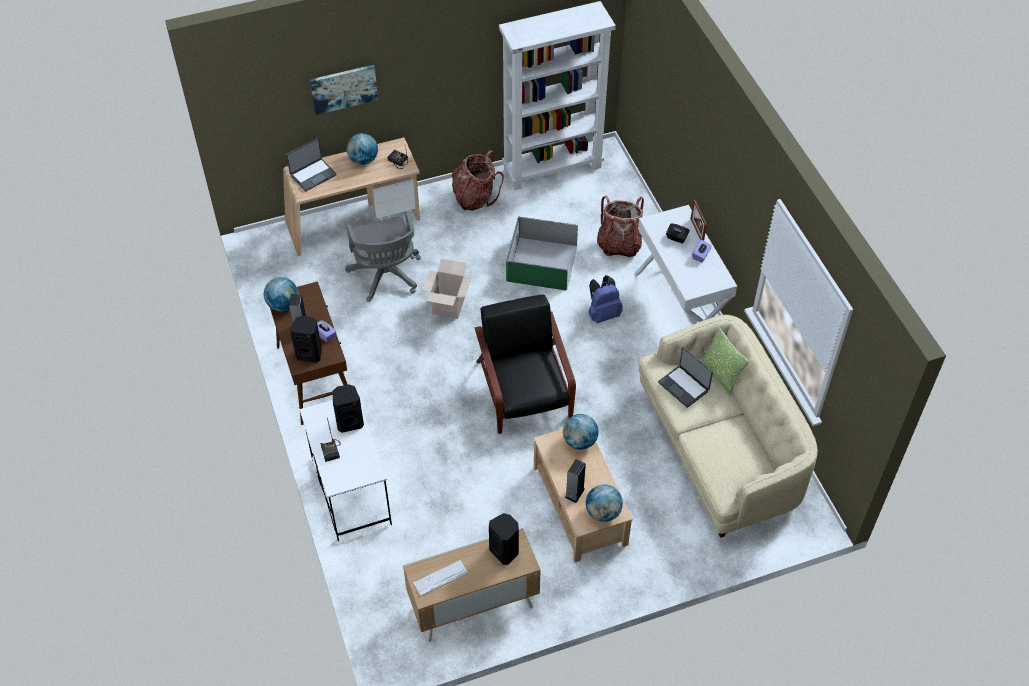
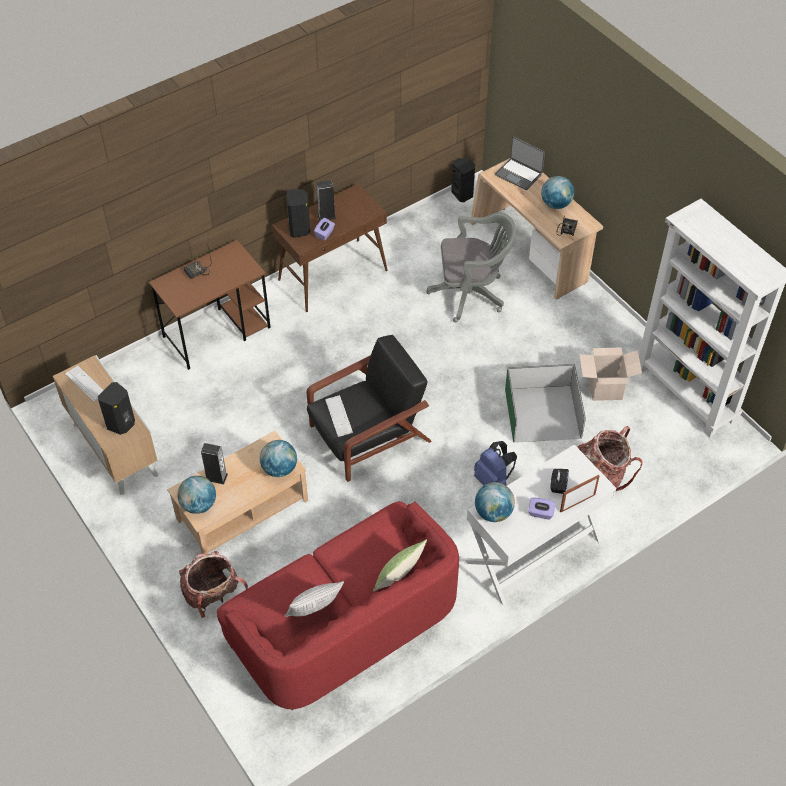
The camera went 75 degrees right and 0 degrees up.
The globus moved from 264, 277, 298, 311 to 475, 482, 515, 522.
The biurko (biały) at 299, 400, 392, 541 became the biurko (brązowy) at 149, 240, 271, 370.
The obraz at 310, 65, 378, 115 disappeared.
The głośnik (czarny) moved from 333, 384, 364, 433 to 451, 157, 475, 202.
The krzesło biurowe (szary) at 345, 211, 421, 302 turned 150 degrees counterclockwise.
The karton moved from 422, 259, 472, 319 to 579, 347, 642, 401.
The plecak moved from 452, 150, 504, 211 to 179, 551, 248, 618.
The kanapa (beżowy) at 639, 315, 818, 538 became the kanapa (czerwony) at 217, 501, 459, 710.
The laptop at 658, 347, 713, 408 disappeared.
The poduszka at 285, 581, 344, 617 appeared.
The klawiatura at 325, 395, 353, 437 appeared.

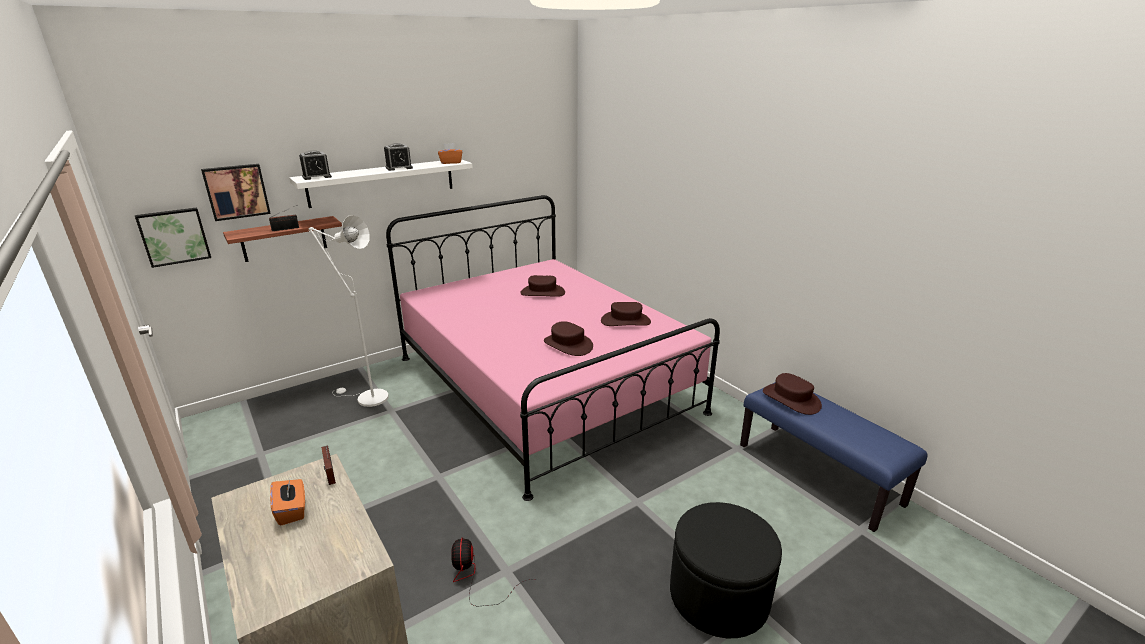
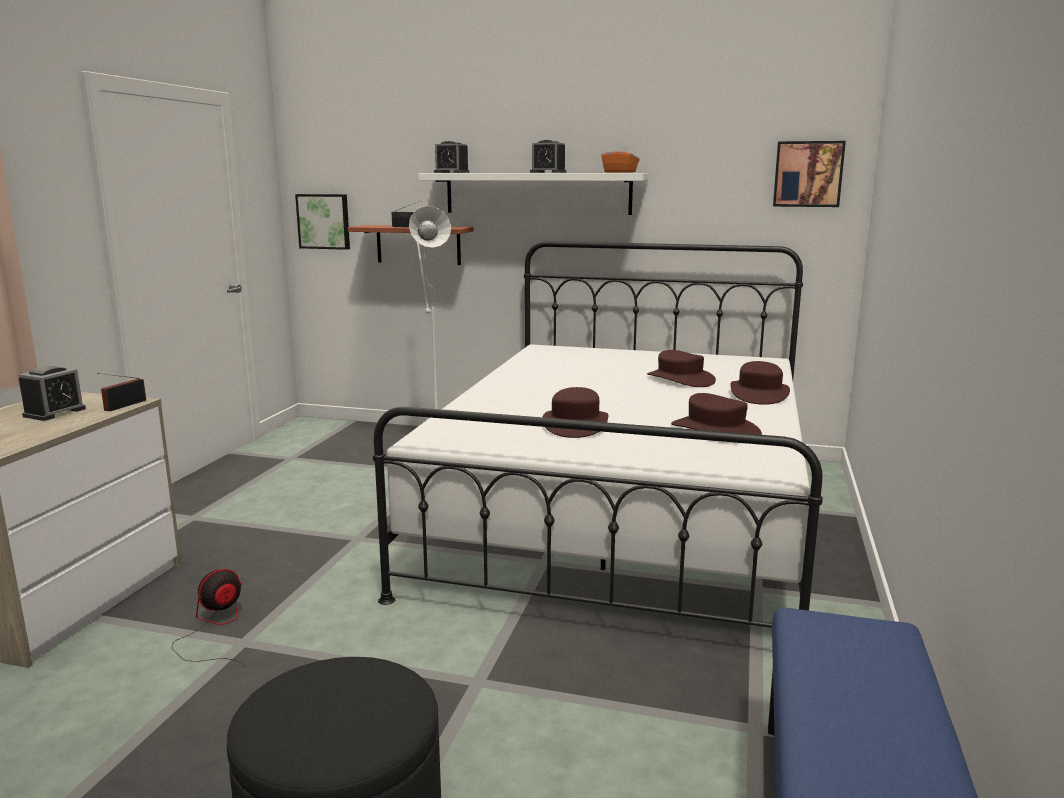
The camera went 50 degrees right and 10 degrees down.
The obraz moved from 201, 164, 271, 221 to 773, 141, 846, 207.
The pudełko chusteczek (pomarańczowy) at 270, 479, 305, 525 was replaced by the budzik at 18, 366, 86, 421.
The łóżko (różowy) at 386, 195, 720, 501 became the łóżko (biały) at 373, 241, 823, 628.
The kapelusz (brązowy) moved from 763, 373, 822, 415 to 731, 361, 790, 405.

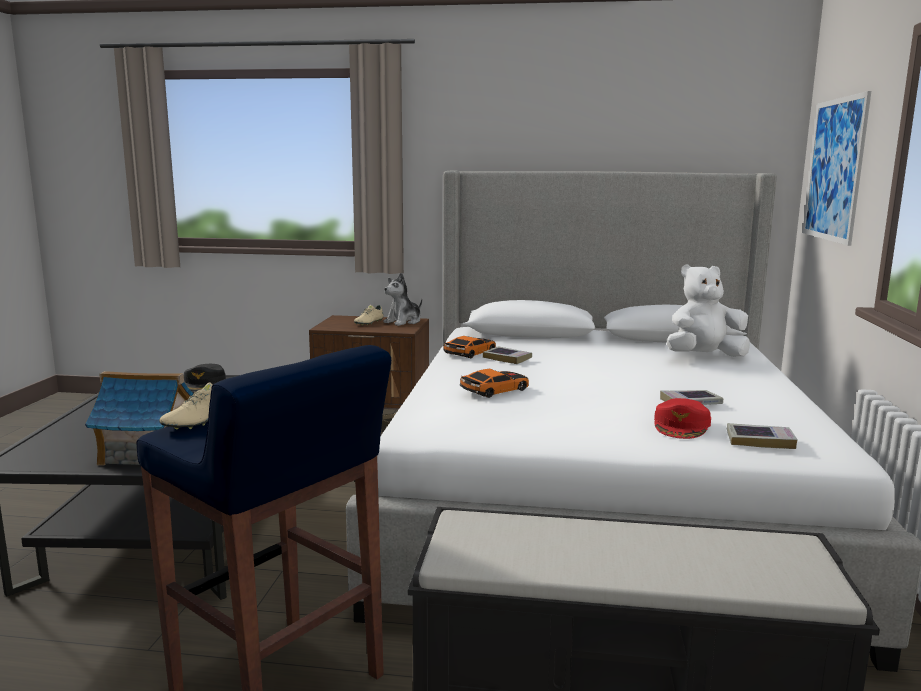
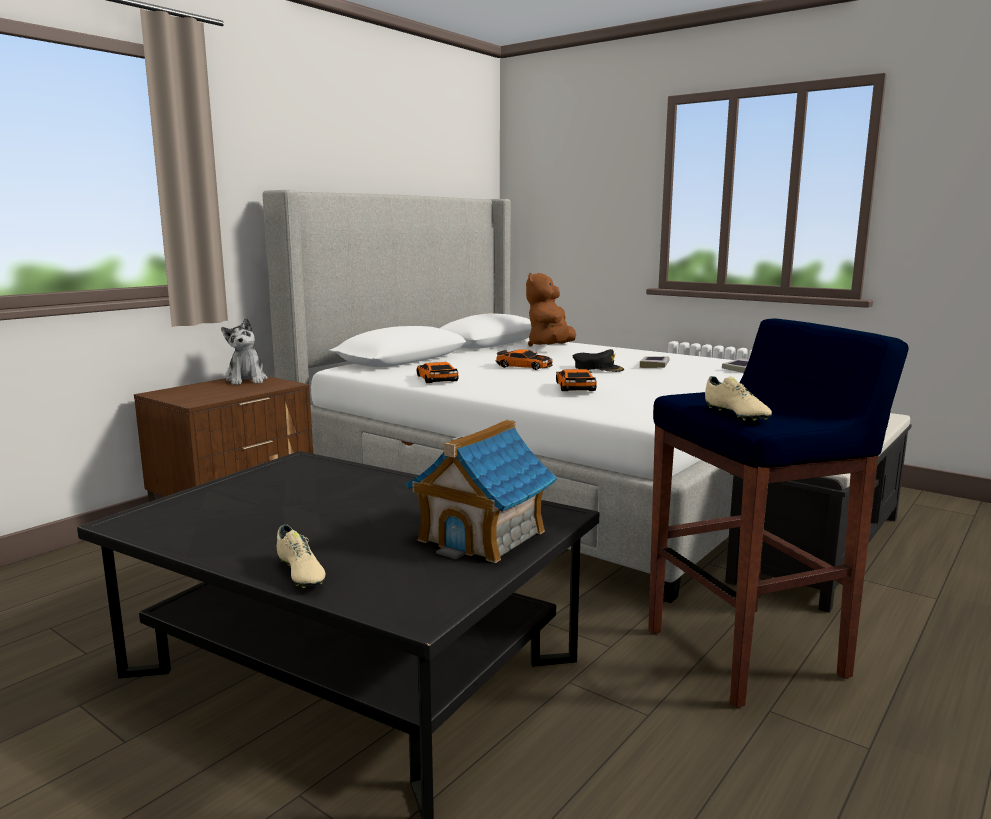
The camera went 60 degrees left and 0 degrees up.
The czapka z daszkiem (czarny) moved from 184, 364, 226, 391 to 573, 349, 624, 372.
The but (beżowy) moved from 354, 305, 383, 325 to 277, 525, 325, 588.
The książka at 483, 346, 532, 364 disappeared.
The czapka z daszkiem (czerwony) at 654, 398, 711, 439 disappeared.
The pluszak (biały) at 667, 264, 750, 357 became the pluszak (brązowy) at 526, 272, 576, 346.
The obraz at 803, 91, 871, 246 disappeared.
The samochodzik at 496, 350, 553, 370 appeared.

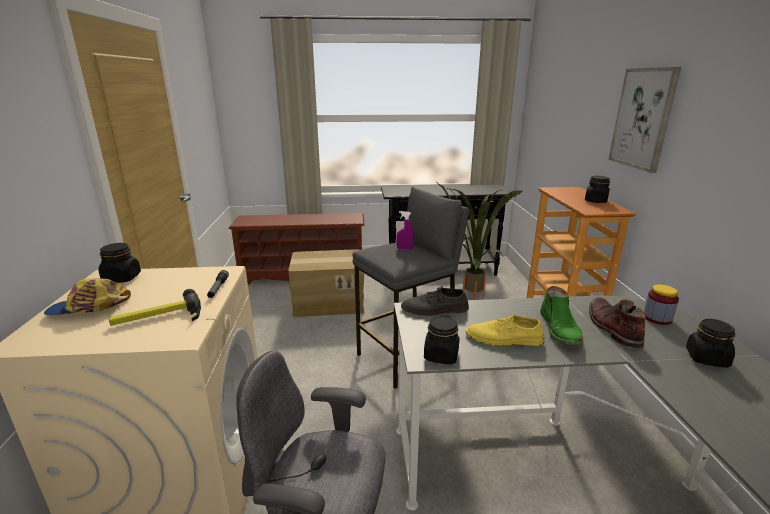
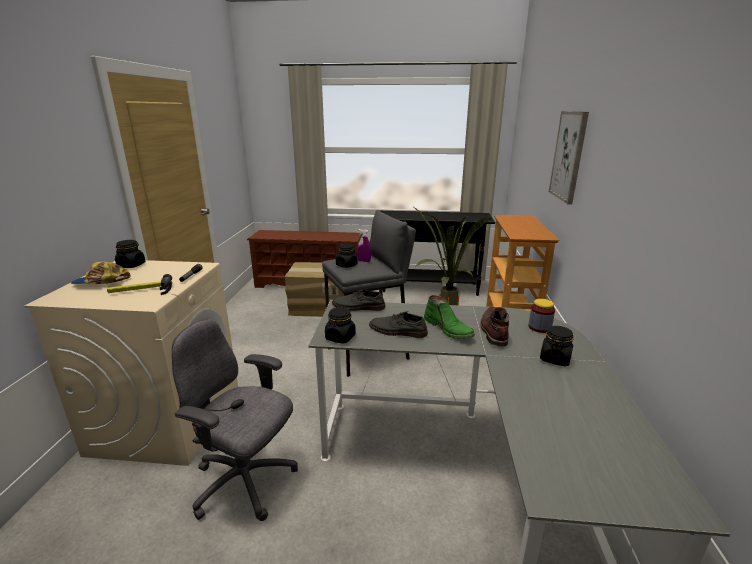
The camera went 10 degrees right and 0 degrees up.
The but (żółty) at 466, 313, 545, 346 became the but (szary) at 369, 311, 428, 338.
The but z cholewką (zielony) at 540, 286, 583, 346 turned 45 degrees counterclockwise.
The słoik (czarny) moved from 585, 176, 610, 203 to 336, 244, 357, 268.

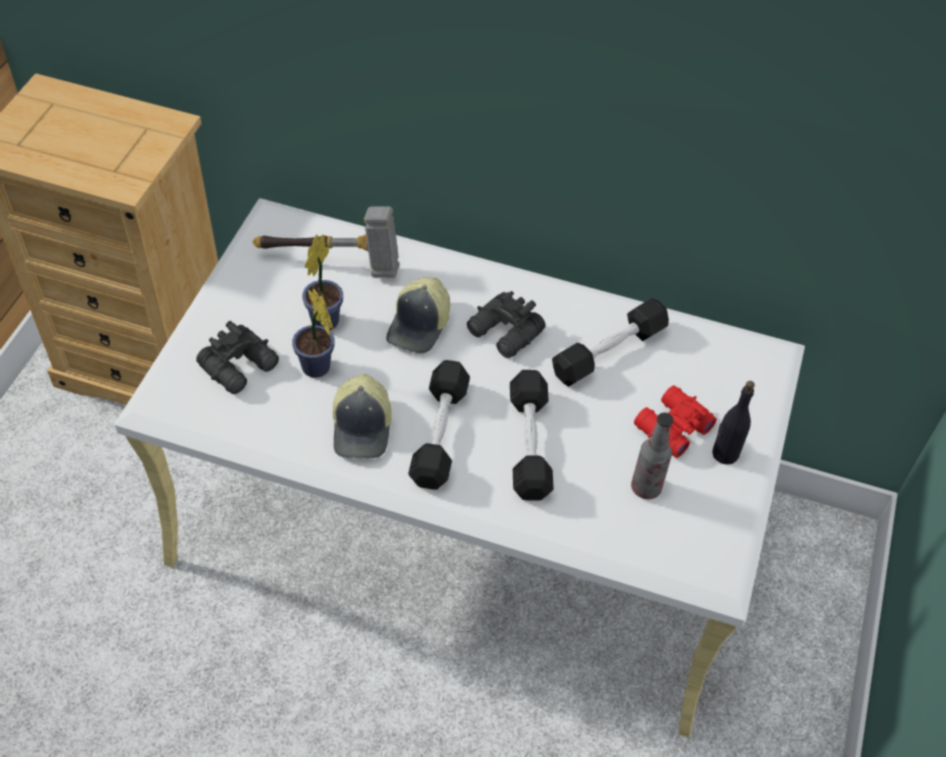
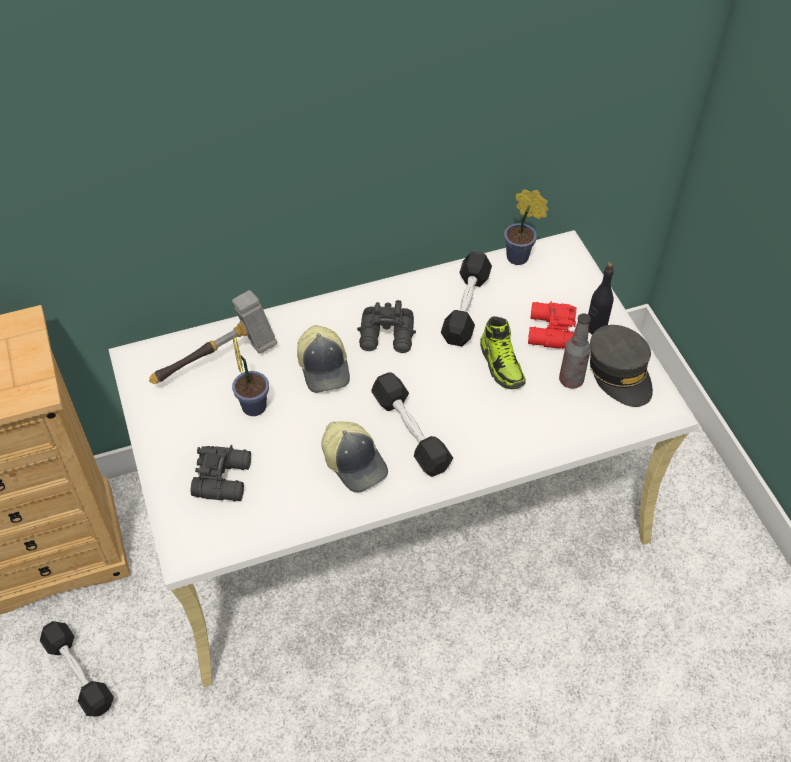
The camera went 35 degrees left and 0 degrees up.
The roślina doniczkowa moved from 292, 289, 335, 378 to 504, 189, 548, 265.
The hantel (czarny) moved from 510, 370, 554, 501 to 40, 621, 114, 717.
The but at 480, 316, 526, 389 appeared.
The czapka z daszkiem (szary) at 590, 325, 653, 407 appeared.

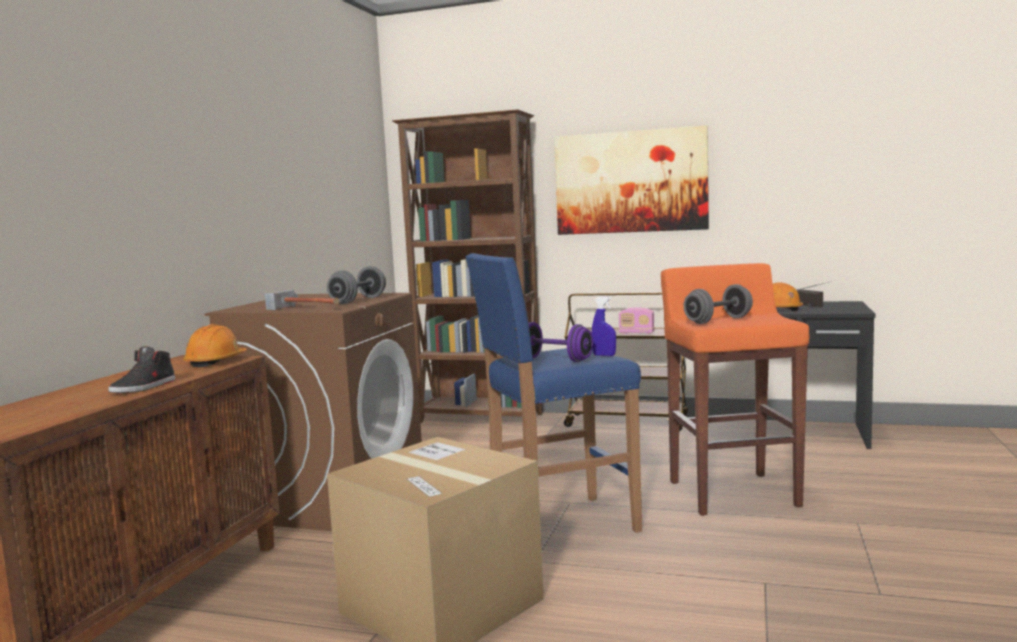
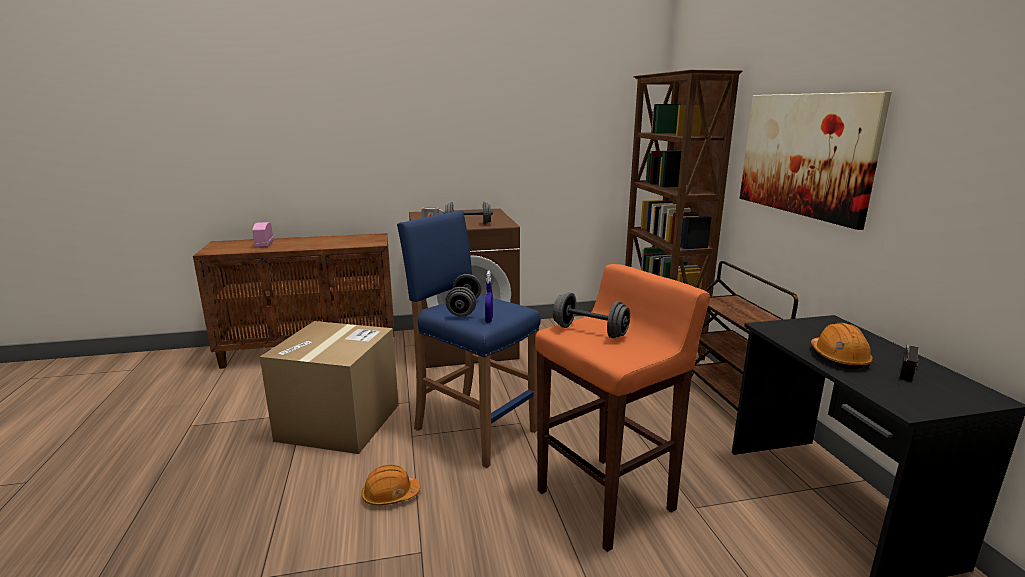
The camera went 60 degrees right and 10 degrees up.
The but (czarny) at 109, 346, 175, 393 disappeared.
The kask (pomarańczowy) moved from 183, 324, 247, 368 to 361, 465, 421, 505.
The hantel (fioletowy) at 529, 322, 593, 362 became the hantel (szary) at 445, 274, 482, 317.
The radio moved from 619, 307, 654, 334 to 252, 222, 273, 248.

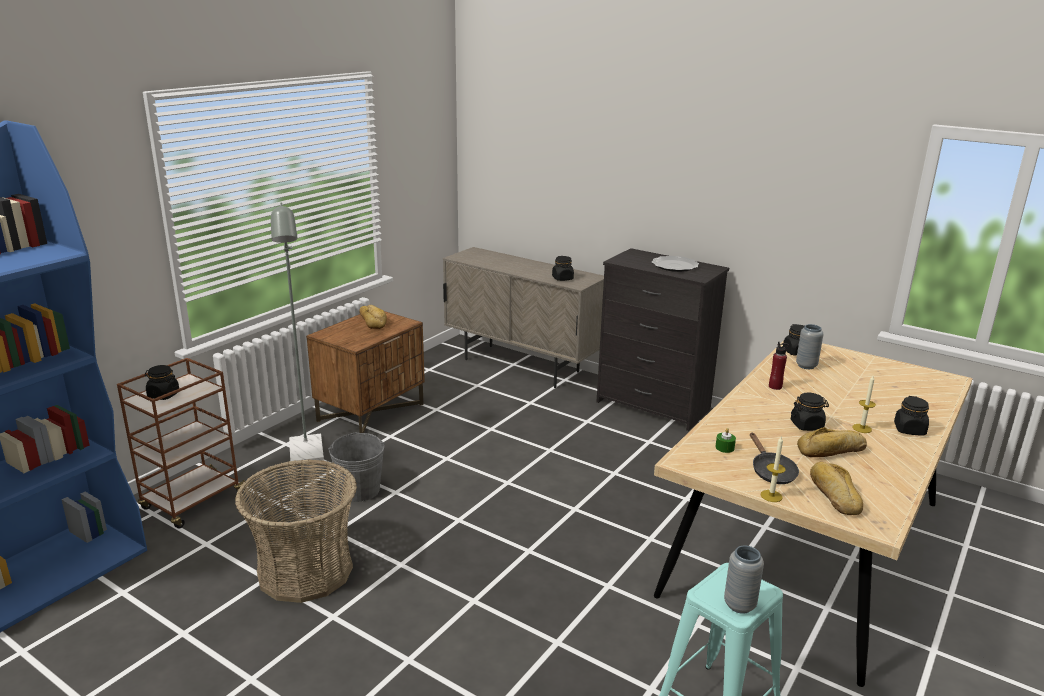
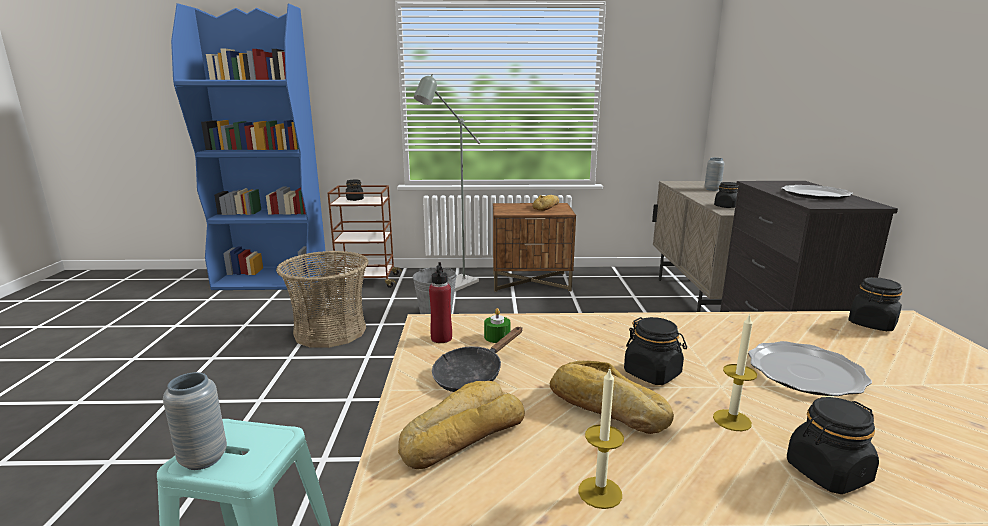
The camera went 55 degrees right and 5 degrees down.
The świeca moved from 761, 435, 786, 502 to 578, 368, 624, 509.
The butelka (czerwony) moved from 769, 341, 789, 390 to 429, 262, 452, 343.
The wazon (szary) moved from 796, 324, 823, 369 to 705, 158, 725, 191.
The talerz at 748, 341, 872, 396 appeared.

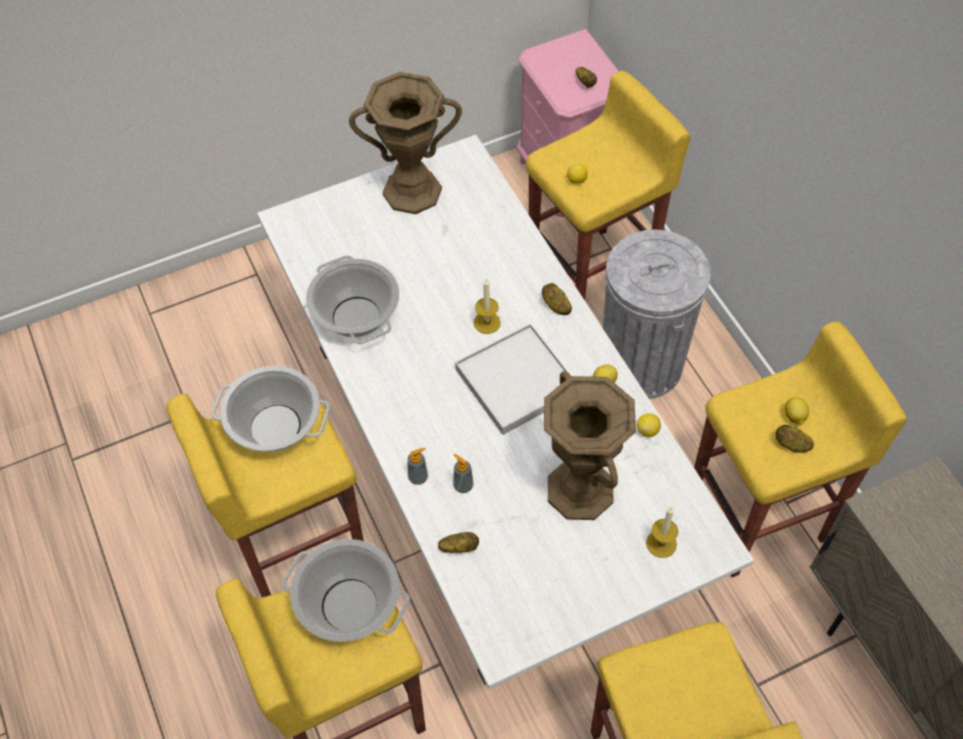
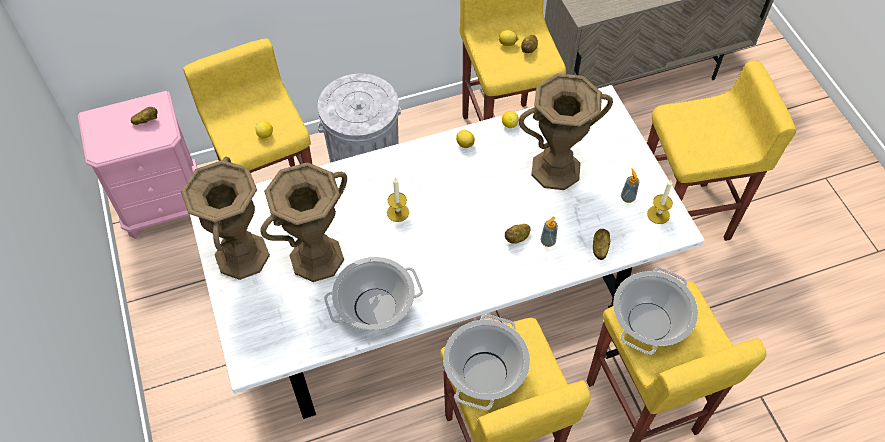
The camera went 85 degrees left and 0 degrees up.
The dozownik mydła moved from 407, 448, 428, 485 to 621, 168, 639, 203.
The taca (biały) at 455, 323, 571, 435 disappeared.
The ziemniak moved from 542, 283, 572, 315 to 505, 224, 531, 244.
The świeca moved from 646, 506, 678, 558 to 647, 180, 673, 224.
The wazon (brązowy) at 261, 162, 347, 282 appeared.

